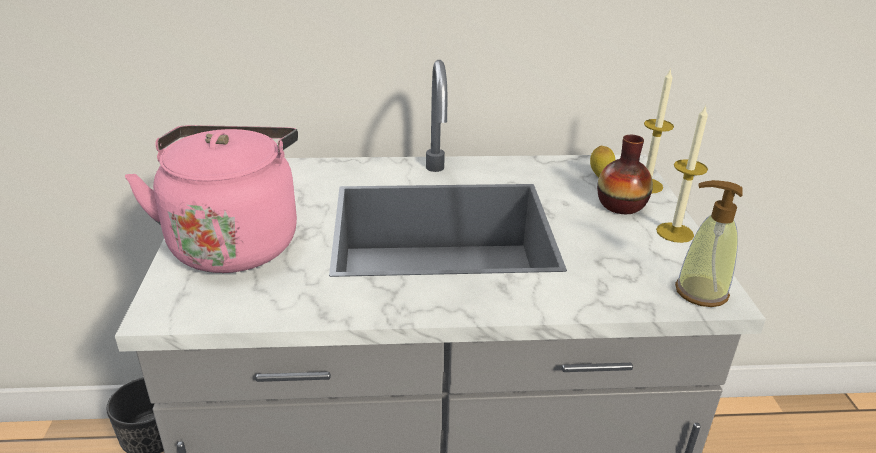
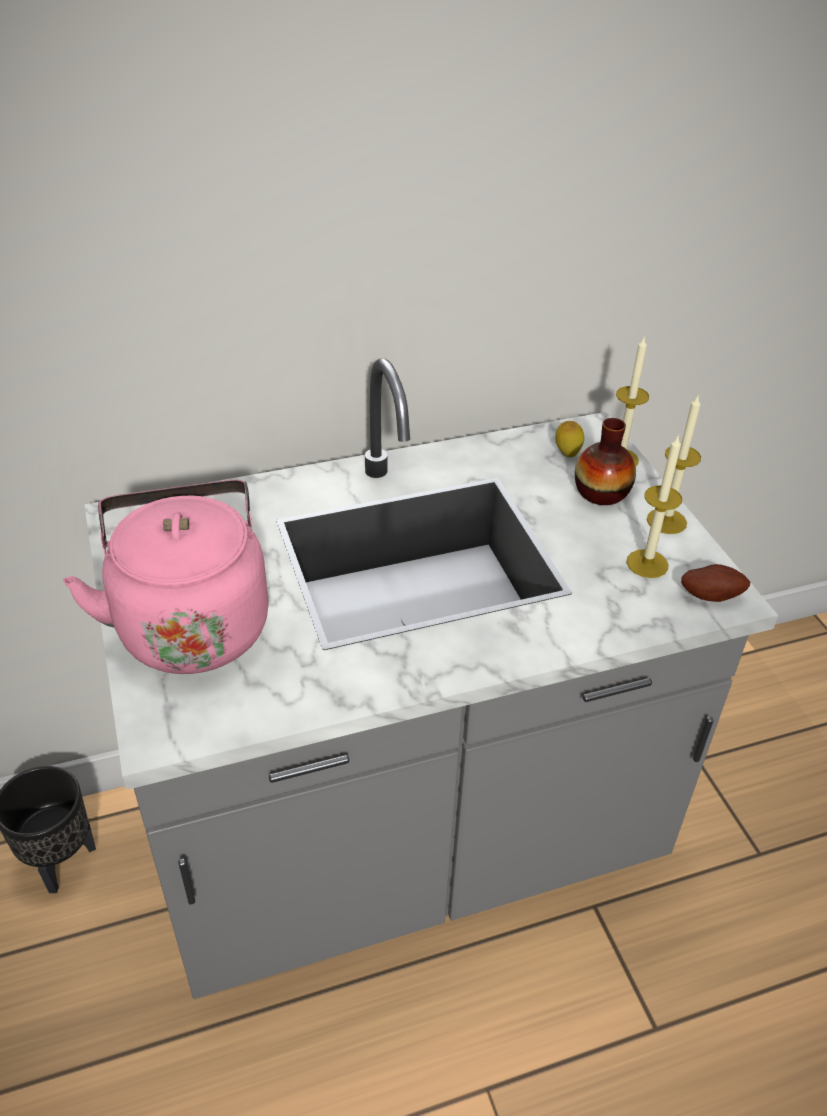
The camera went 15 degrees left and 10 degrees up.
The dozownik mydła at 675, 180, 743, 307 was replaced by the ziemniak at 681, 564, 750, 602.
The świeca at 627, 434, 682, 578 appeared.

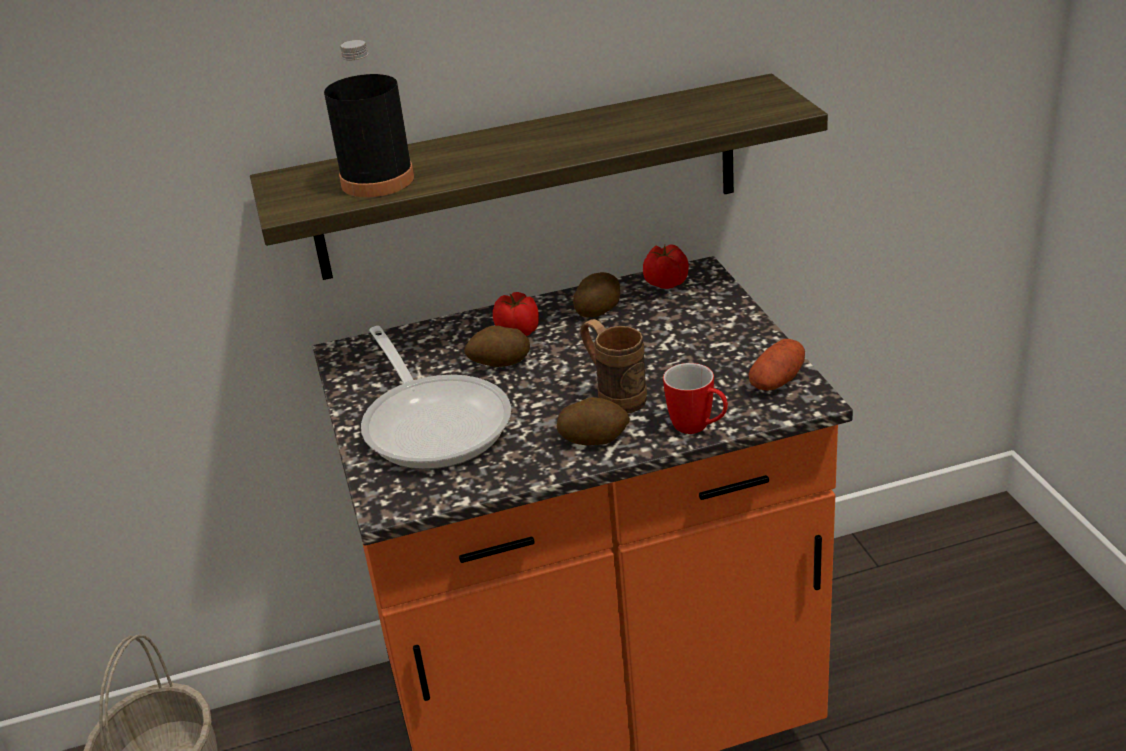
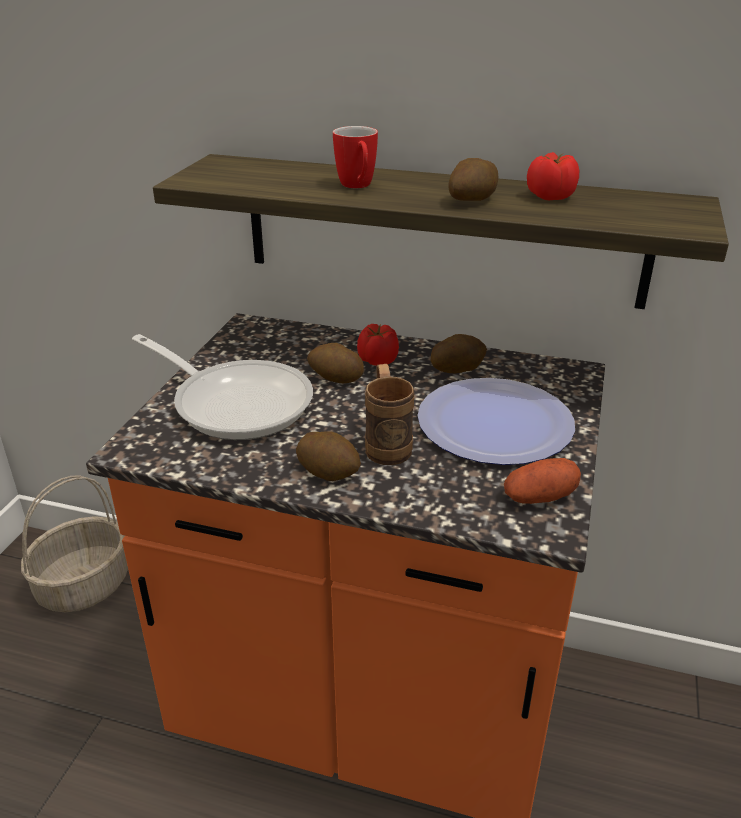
The camera went 30 degrees right and 0 degrees up.
The butelka (czarny) at 324, 40, 414, 197 disappeared.
The patelnia at 361, 326, 511, 469 turned 60 degrees counterclockwise.
The pomidor moved from 643, 244, 689, 289 to 527, 152, 579, 200.
The kubek moved from 663, 363, 728, 434 to 333, 126, 378, 188.
The talerz at 417, 378, 575, 465 appeared.
The ziemniak at 448, 158, 499, 201 appeared.

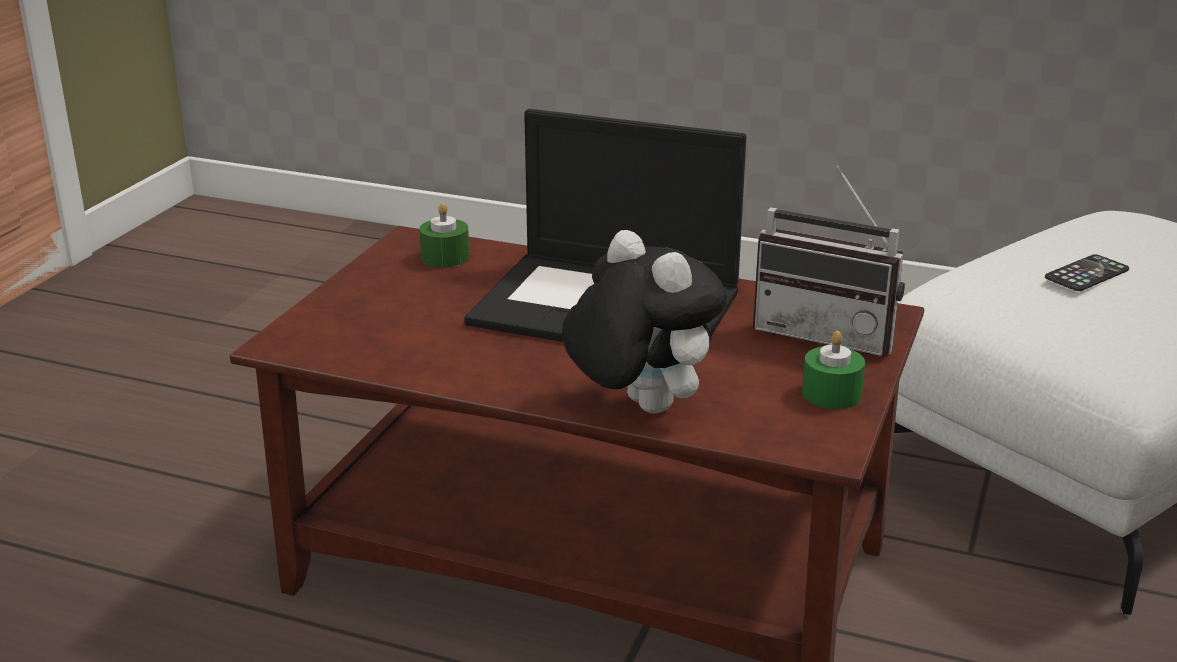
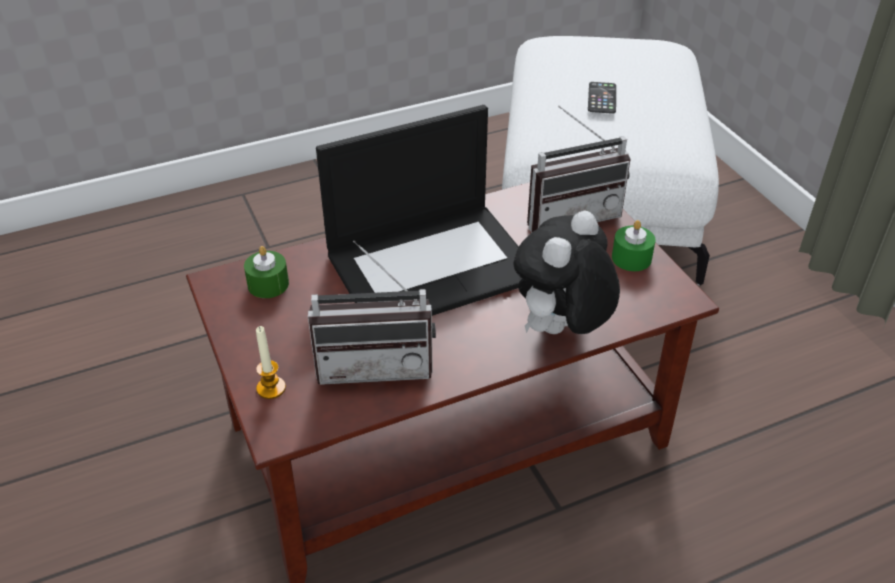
The camera went 45 degrees left and 15 degrees up.
The pluszak at 562, 230, 727, 413 turned 60 degrees counterclockwise.
The świeca at 256, 326, 286, 399 appeared.
The radio at 308, 241, 436, 385 appeared.

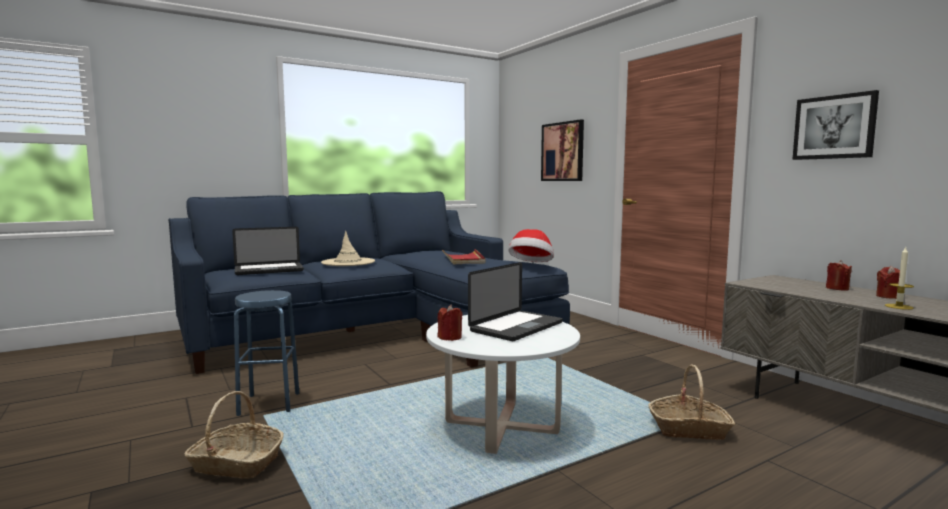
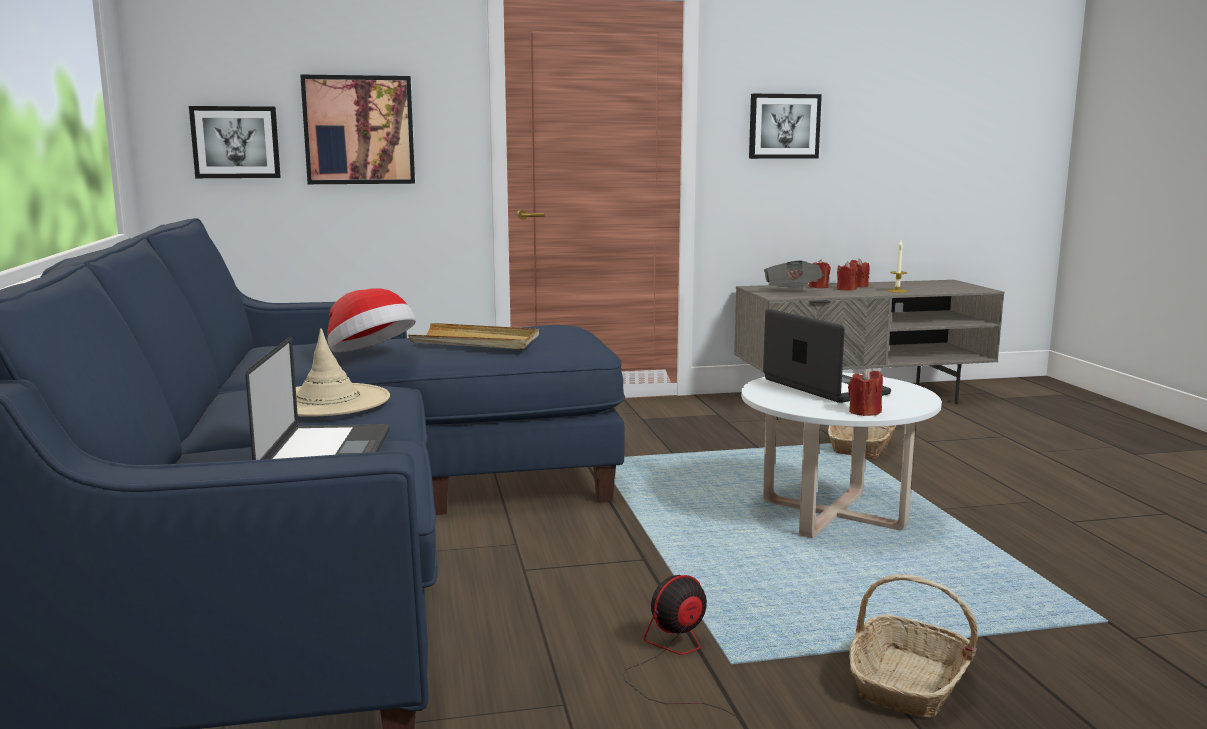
The camera went 70 degrees left and 5 degrees up.
The stołek (niebieski) at 234, 290, 300, 416 was replaced by the wentylator at 623, 575, 743, 722.
The taca (czerwony) at 442, 249, 485, 264 became the taca (beżowy) at 408, 323, 539, 349.
The kapelusz moved from 508, 229, 554, 262 to 327, 288, 416, 352.
The obraz at 189, 106, 281, 178 appeared.
The gazeta at 764, 261, 824, 288 appeared.
The świeca (czerwony) at 837, 261, 858, 291 appeared.

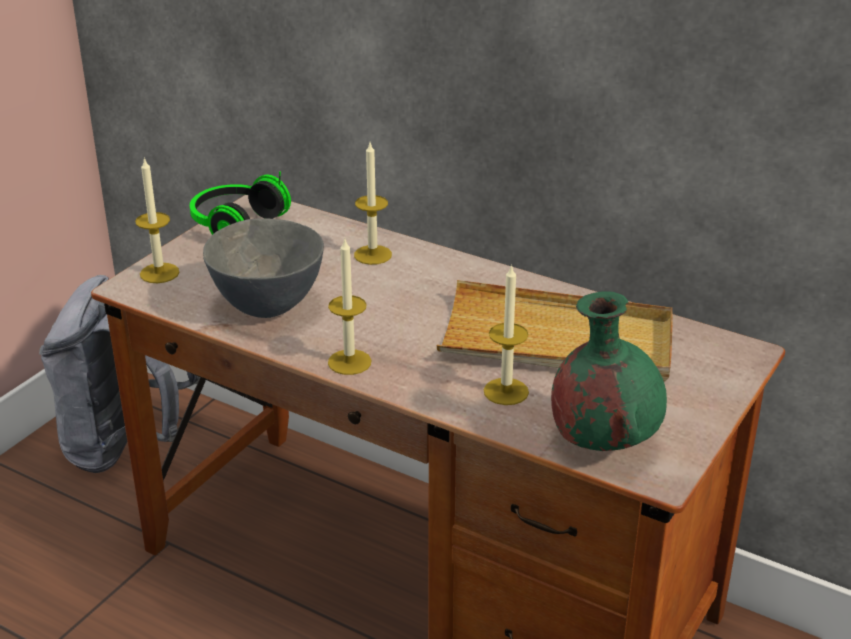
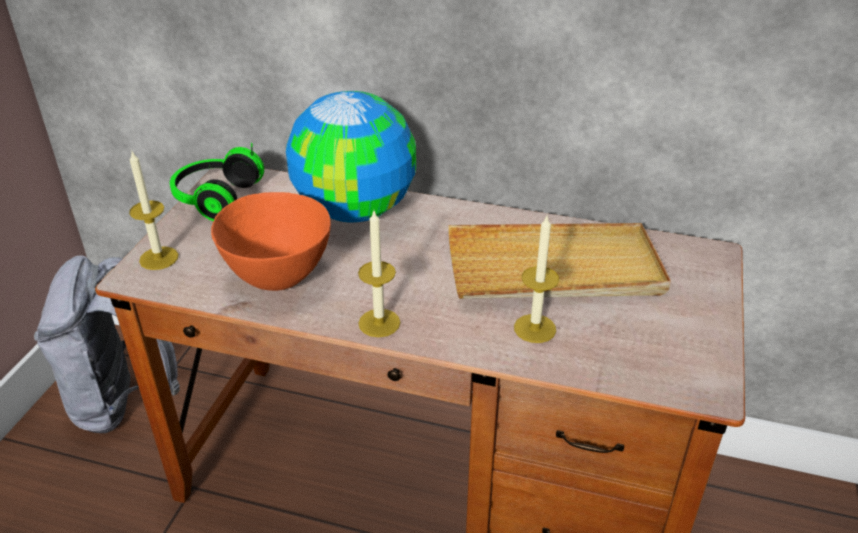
The camera went 15 degrees left and 5 degrees up.
The miska (szary) at 203, 219, 324, 318 became the miska (pomarańczowy) at 211, 192, 331, 291.
The świeca at 354, 143, 392, 265 was replaced by the globus at 286, 91, 416, 223.
The wazon (zielony) at 551, 291, 667, 451 disappeared.

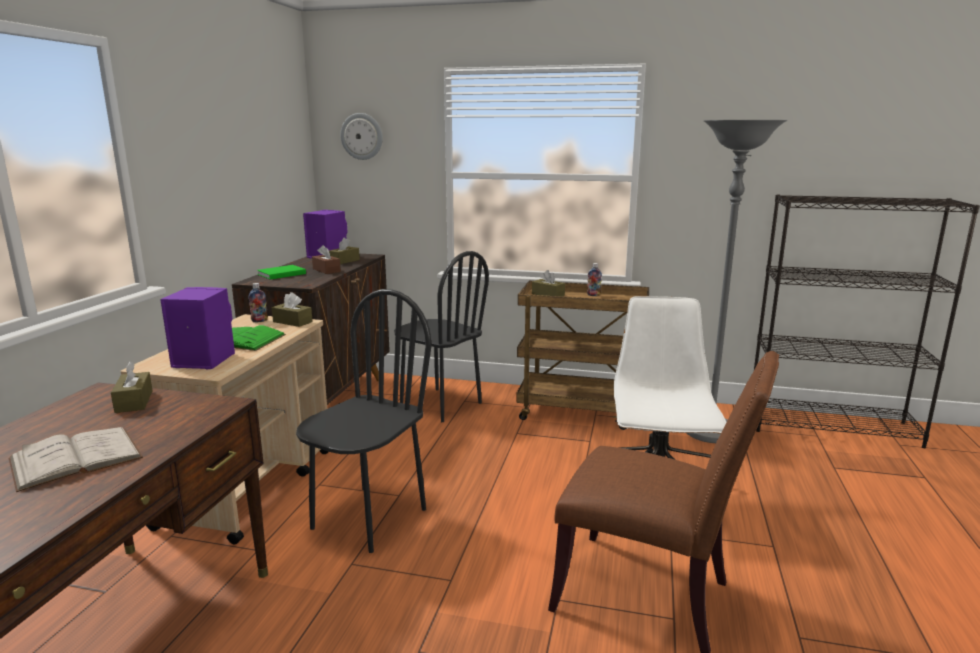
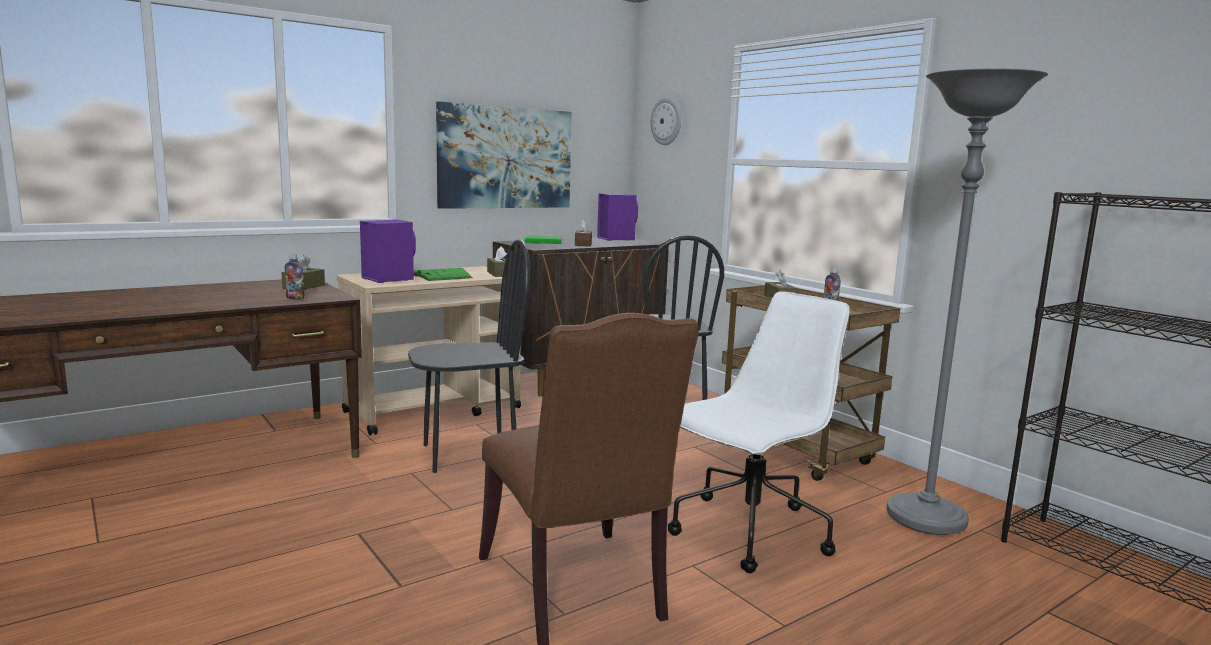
The camera went 40 degrees right and 5 degrees down.
The książka (biały) at 9, 427, 143, 492 disappeared.
The butelka moved from 249, 283, 268, 323 to 285, 254, 304, 299.
The pudełko chusteczek (brązowy) at 329, 238, 360, 264 disappeared.
The obraz at 436, 102, 572, 209 appeared.

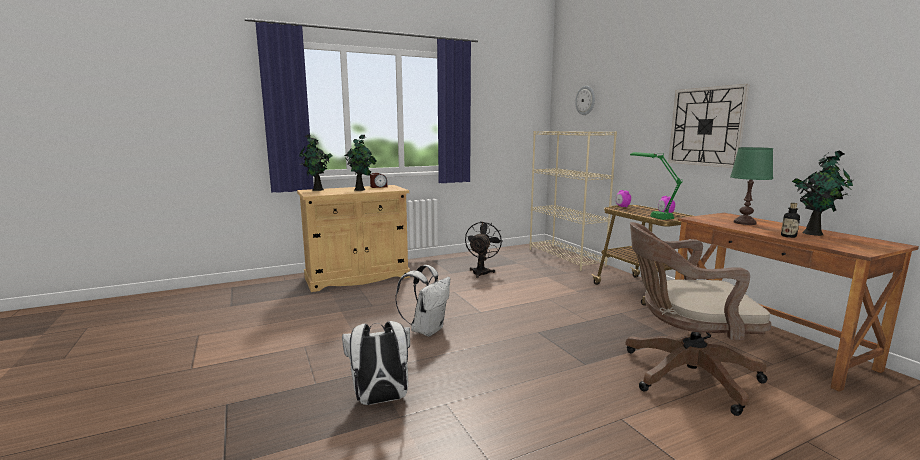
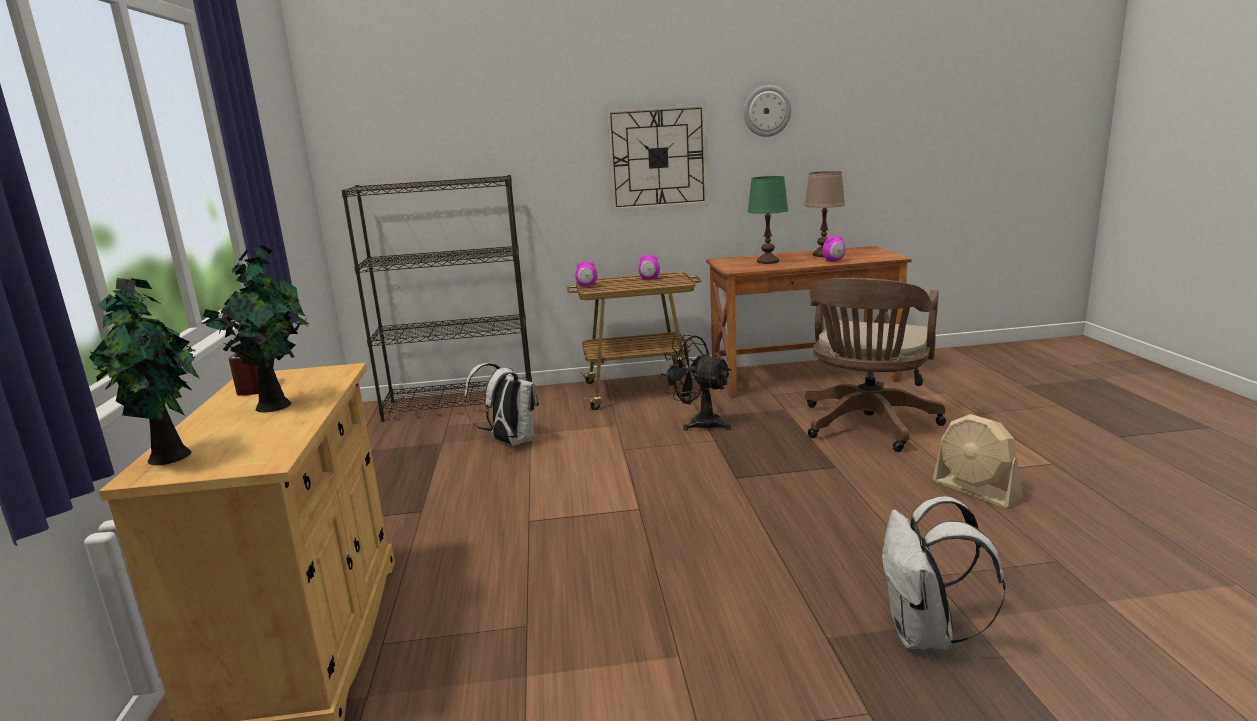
The camera went 70 degrees left and 5 degrees up.
The plecak (biały) moved from 395, 265, 450, 336 to 464, 363, 539, 446.
The wentylator (czarny) moved from 465, 221, 503, 278 to 661, 335, 731, 431.
The regał (beżowy) at 529, 131, 617, 271 became the regał (czarny) at 341, 175, 532, 422.
The zegar ścienny moved from 575, 86, 595, 115 to 744, 85, 792, 137.
The lampa stołowa (zielony) at 630, 152, 682, 220 disappeared.
The butelka at 781, 203, 800, 238 was replaced by the budzik at 822, 236, 845, 262.
The roślina doniczkowa at 792, 150, 853, 236 was replaced by the lampa stołowa (brązowy) at 804, 171, 845, 257.
The wentylator (beżowy) at 933, 414, 1022, 508 appeared.

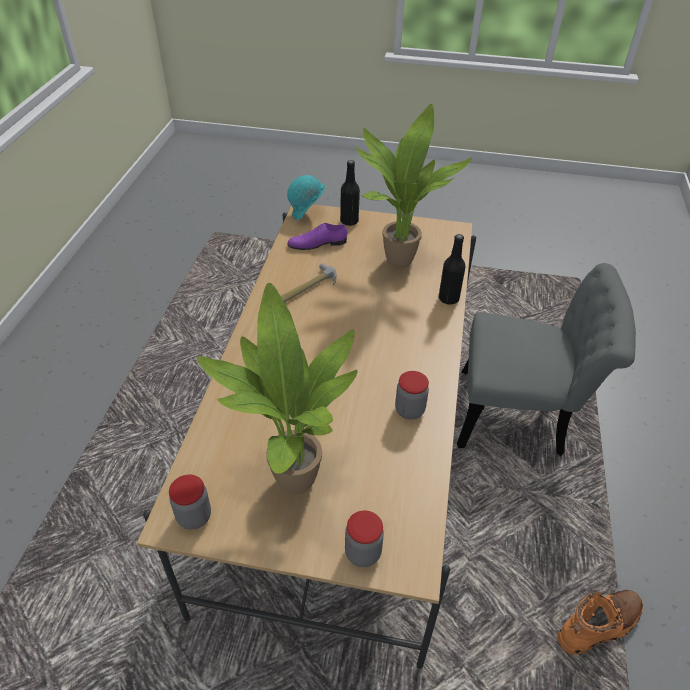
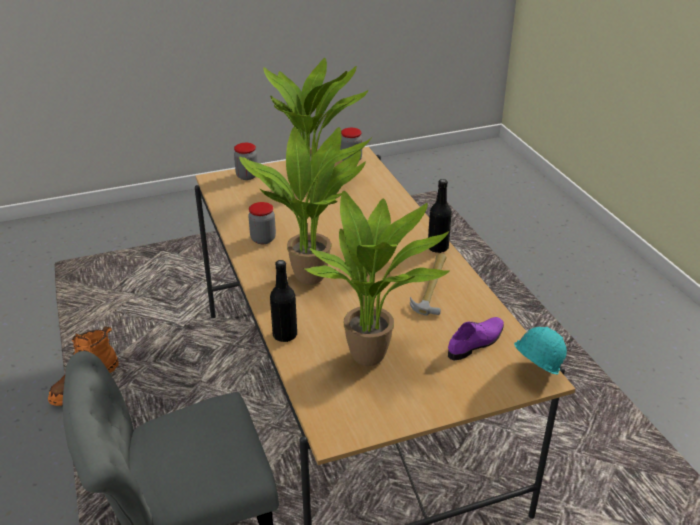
The camera went 150 degrees right and 10 degrees down.
The butelka (czarny) moved from 340, 160, 360, 226 to 428, 179, 452, 253.
The roślina doniczkowa at 239, 127, 373, 285 appeared.

